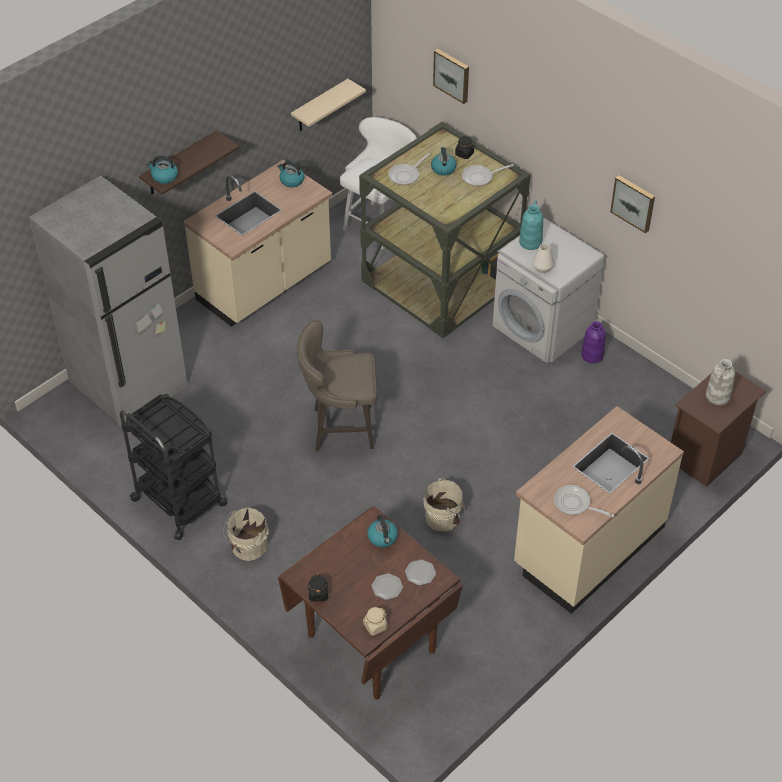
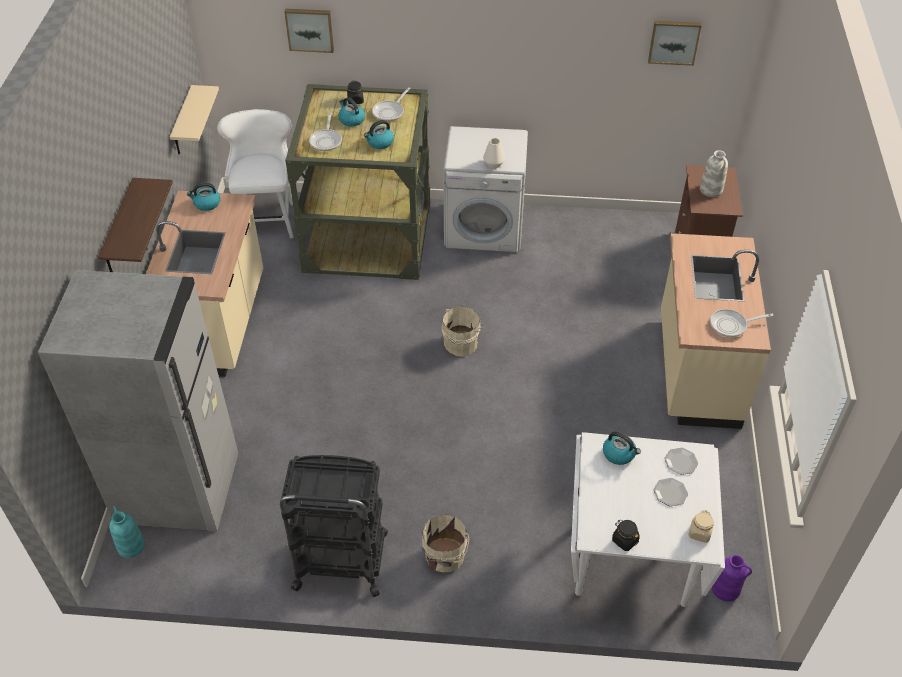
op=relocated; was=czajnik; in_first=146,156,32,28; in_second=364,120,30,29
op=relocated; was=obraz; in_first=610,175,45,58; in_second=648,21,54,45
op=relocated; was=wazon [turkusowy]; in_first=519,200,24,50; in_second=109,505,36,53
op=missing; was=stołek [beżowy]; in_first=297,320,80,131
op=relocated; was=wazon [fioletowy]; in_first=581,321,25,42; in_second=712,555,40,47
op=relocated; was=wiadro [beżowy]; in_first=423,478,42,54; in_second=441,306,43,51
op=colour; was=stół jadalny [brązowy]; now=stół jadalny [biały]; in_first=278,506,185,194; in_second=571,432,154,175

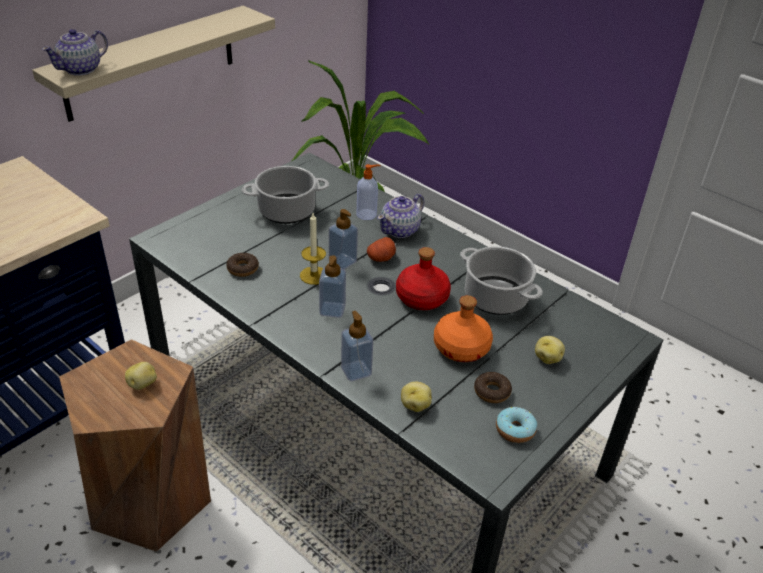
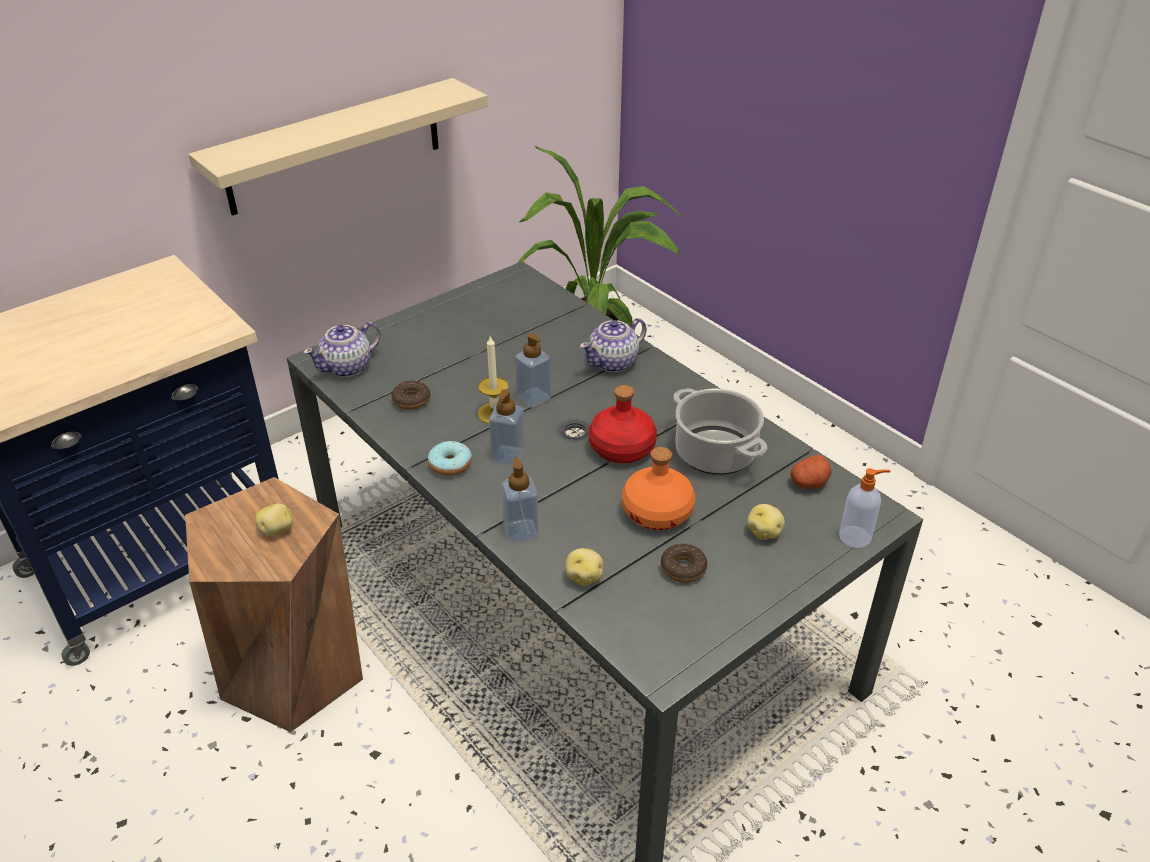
op=relocated; was=imbryk; in_first=42,29,66,47; in_second=304,322,77,55
op=relocated; was=dozownik mydła; in_first=357,164,24,56; in_second=839,468,51,80
op=missing; was=garnek; in_first=242,166,87,58
op=relocated; was=ziemniak; in_first=367,237,29,25; in_second=790,454,41,35
op=relocated; was=donut; in_first=496,407,41,36; in_second=428,441,44,35

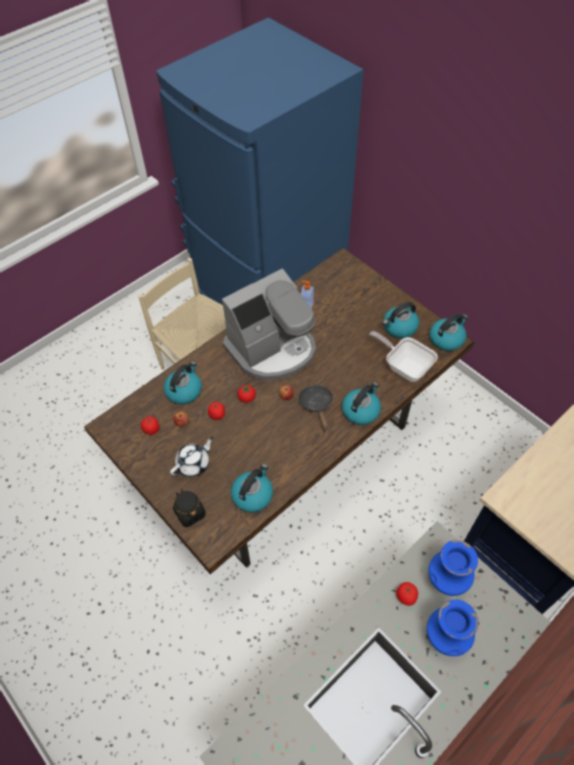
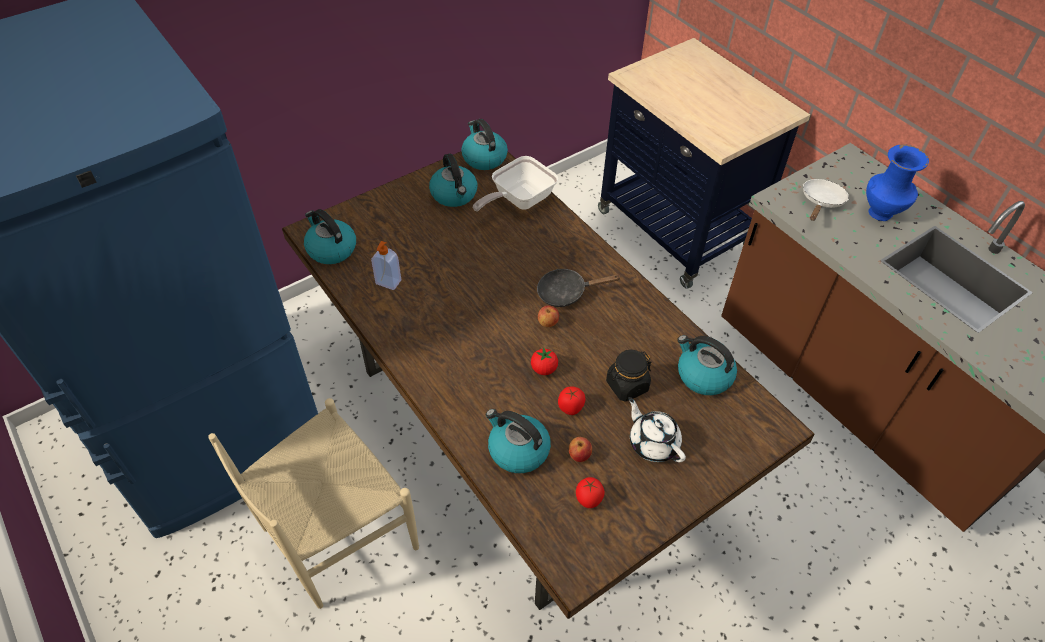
op=missing; was=ekspres do kawy; in_first=222,268,94,113
op=relocated; was=czajnik; in_first=342,382,39,43; in_second=304,209,52,55
op=relocated; was=słoik [czarny]; in_first=173,489,33,38; in_second=606,350,45,52
op=exchanged; was=wazon [niebieski]; now=patelnia [biały]; in_first=428,540,50,56; in_second=803,179,46,42
op=missing; was=pomidor; in_first=396,582,22,24

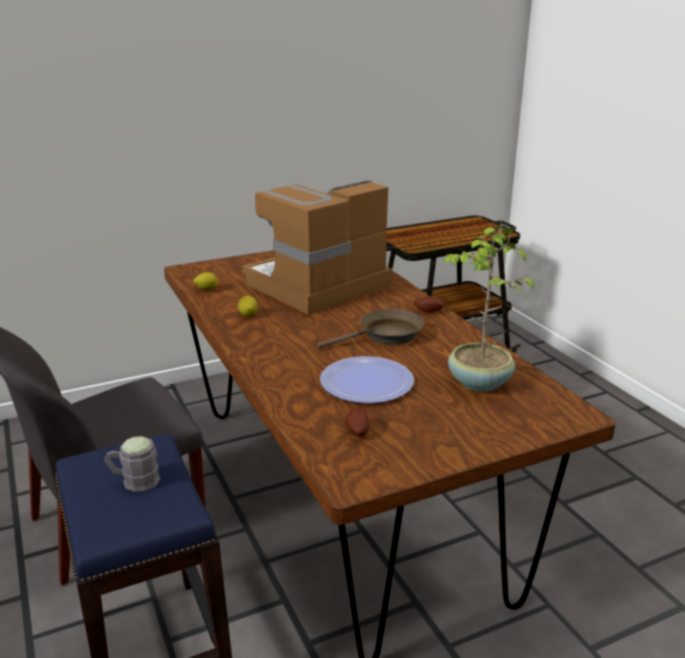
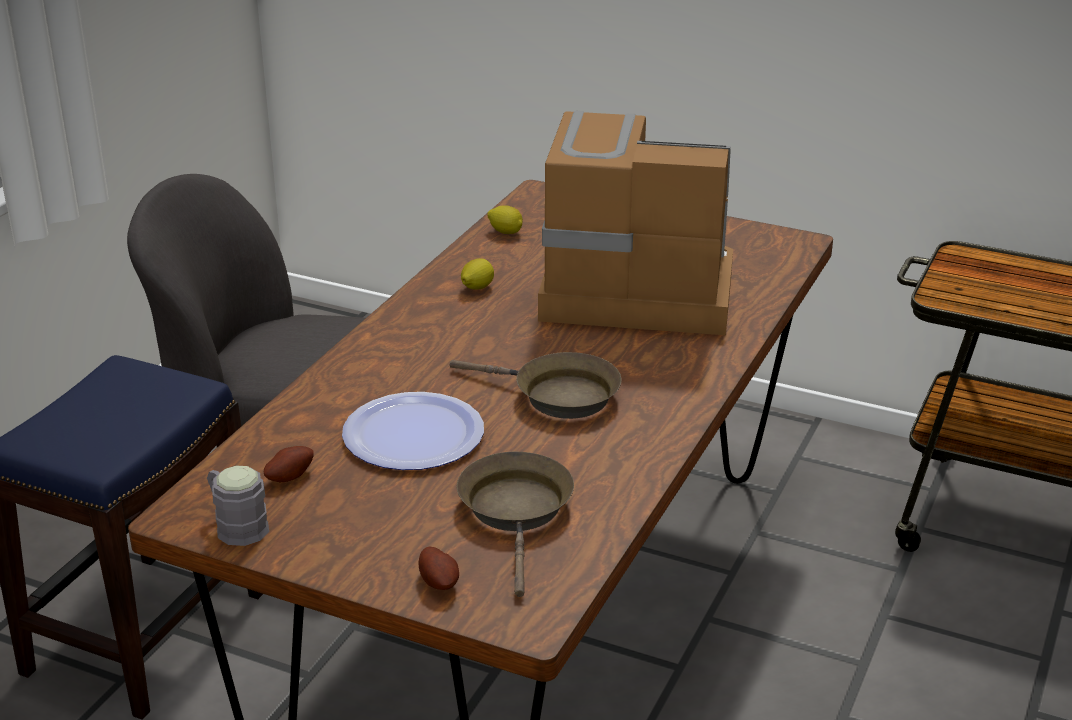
op=exchanged; was=roślina doniczkowa; now=patelnia [brązowy]; in_first=442,224,92,168; in_second=457,451,117,146
op=relocated; was=ziemniak; in_first=414,296,31,17; in_second=418,546,41,44
op=relocated; was=kubek [szary]; in_first=104,436,56,56; in_second=207,466,62,80

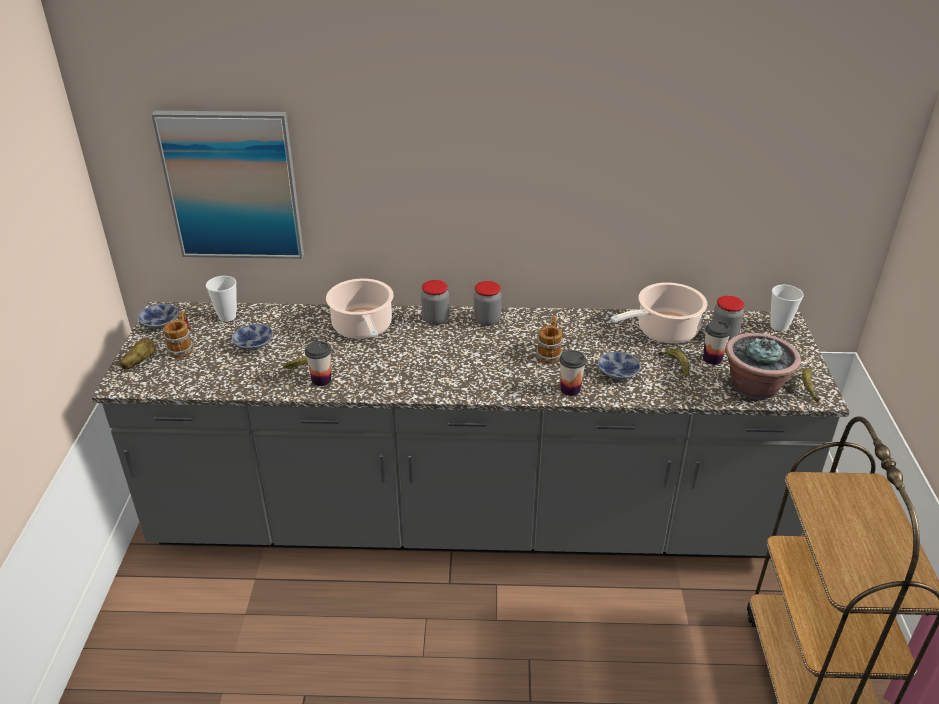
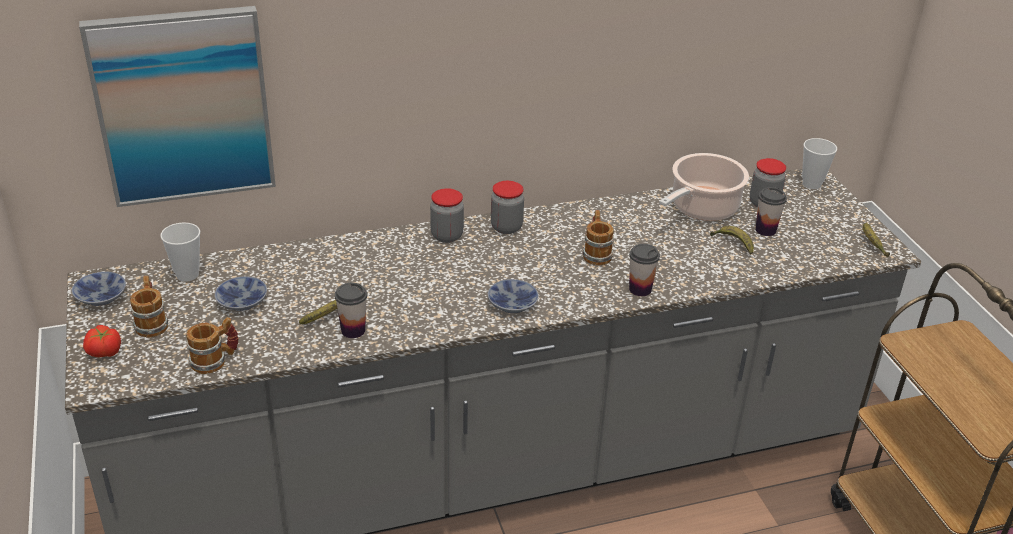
op=missing; was=garnek; in_first=326,279,68,60
op=missing; was=roślina doniczkowa; in_first=725,333,76,67
op=exchanged; was=ziemniak; now=pomidor; in_first=120,339,35,30; in_second=83,325,38,32
op=relocated; was=miska; in_first=598,352,43,28; in_second=488,279,51,34
op=appeared; now=kubek; in_second=186,317,52,57

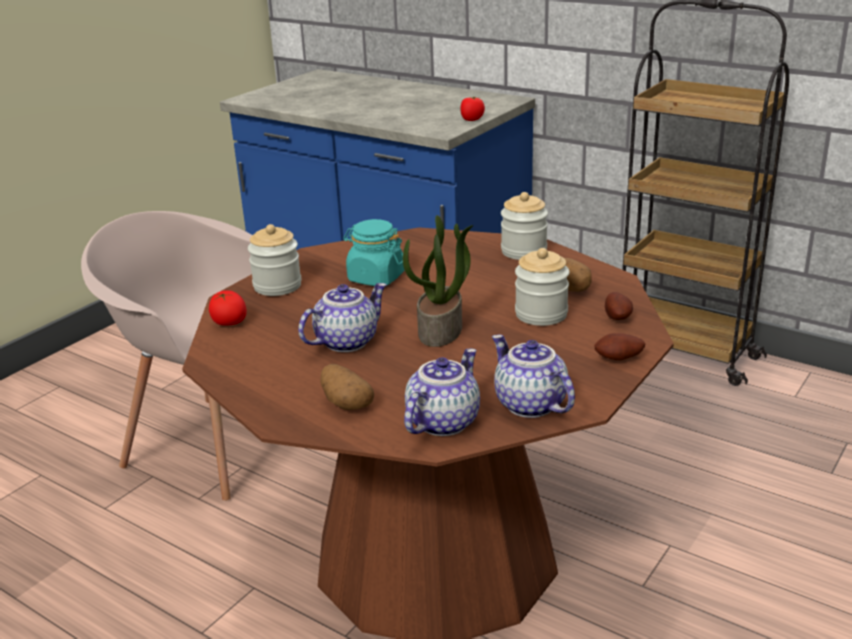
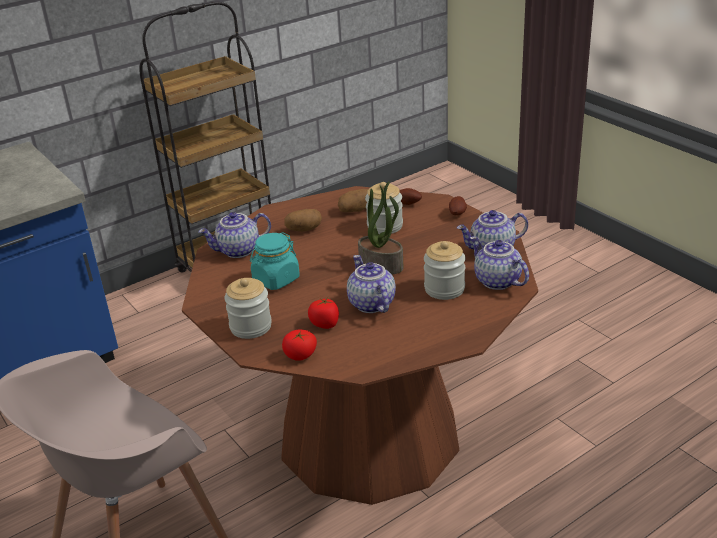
op=relocated; was=pomidor; in_first=460,97,25,24; in_second=308,297,31,32
op=relocated; was=słoik; in_first=501,192,47,68; in_second=424,241,42,59
op=relocated; was=ziemniak; in_first=320,364,54,46; in_second=284,209,38,23
op=appeared; now=imbryk; in_second=198,212,73,46

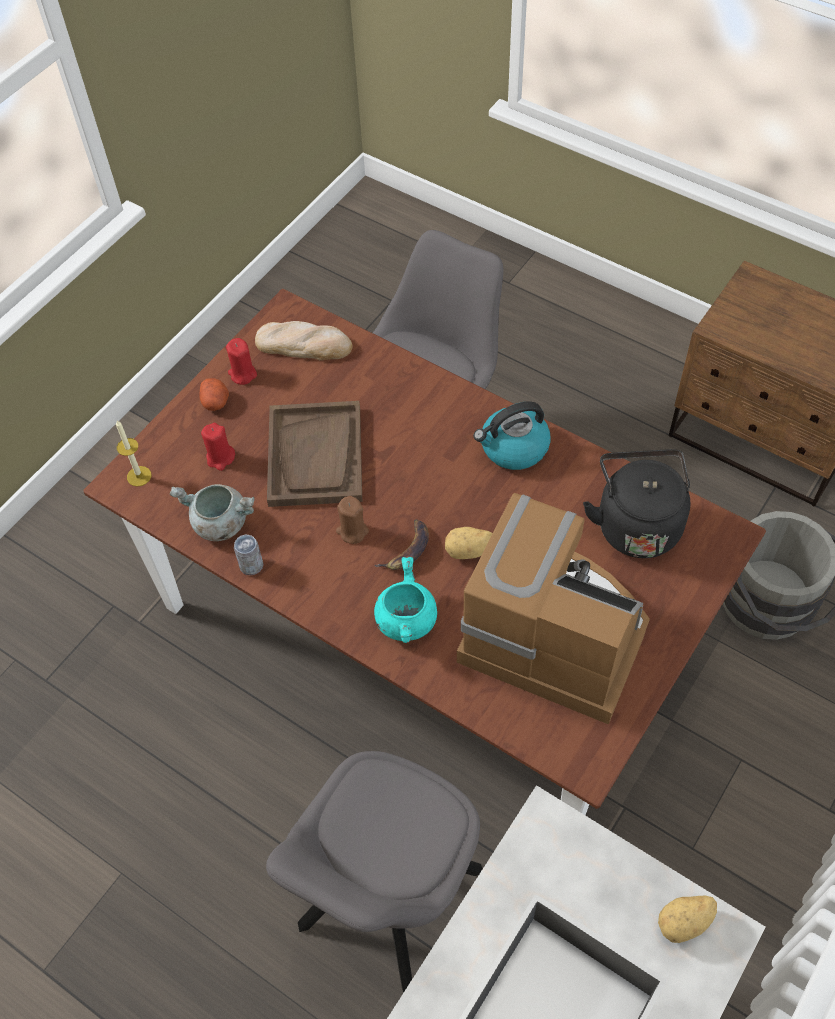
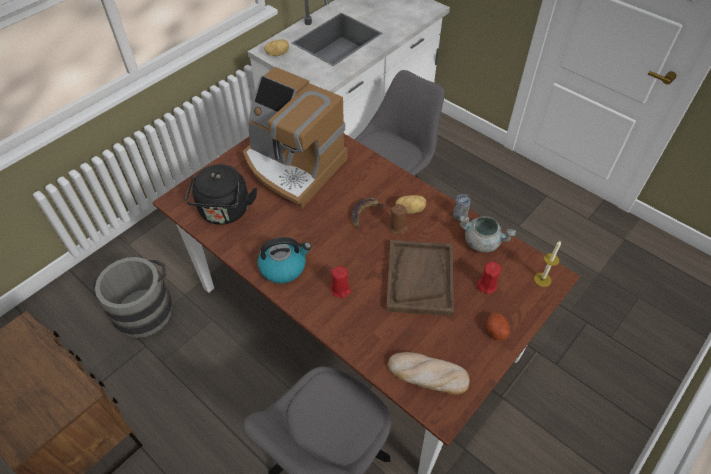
op=relocated; was=świeca [czerwony]; in_first=226,338,31,47; in_second=330,266,22,32
op=relocated; was=ziemniak; in_first=445,527,48,32; in_second=395,195,31,19
op=missing; was=garnek [turkusowy]; in_first=374,557,63,86

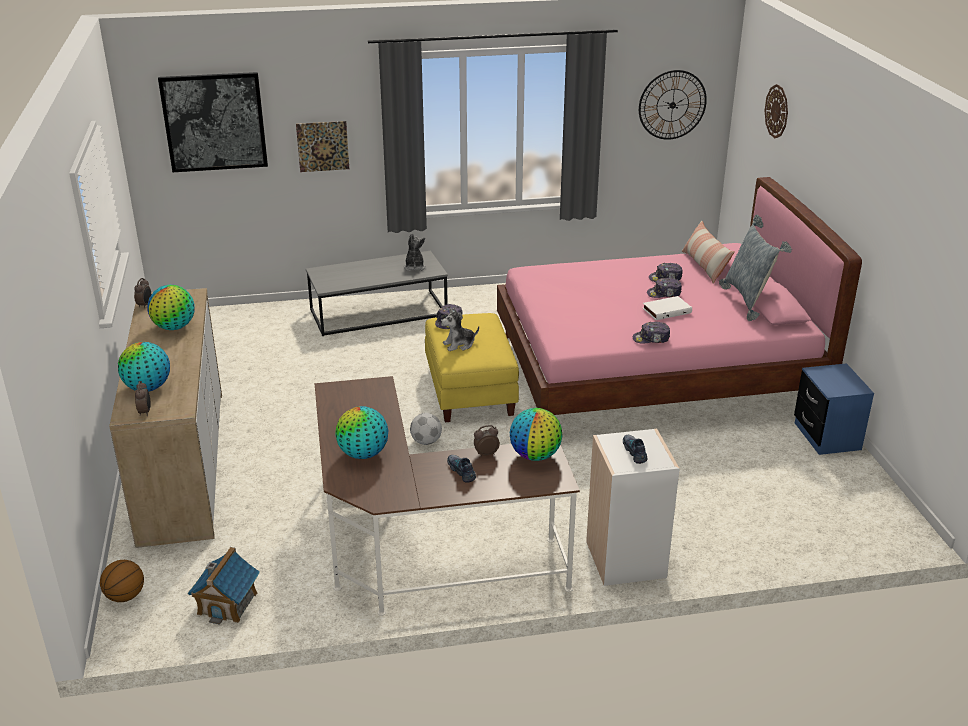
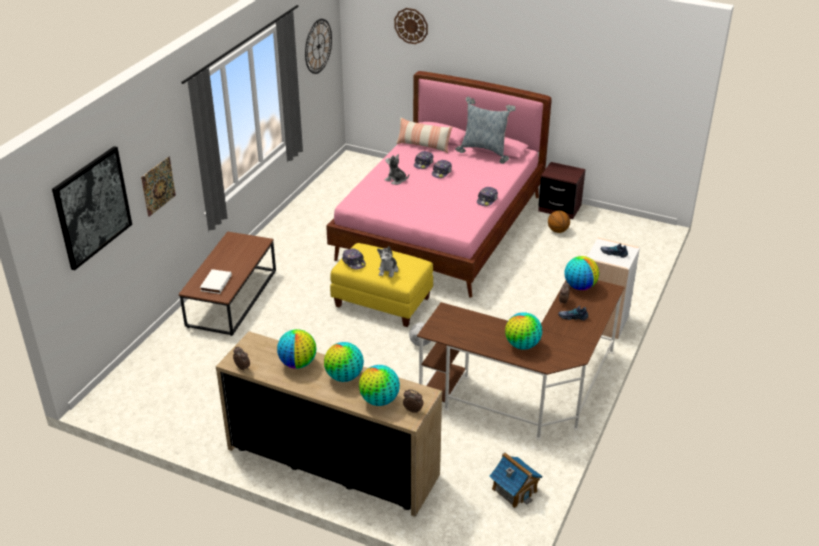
op=relocated; was=pluszak; in_first=404,233,22,38; in_second=385,154,24,31
op=colour; was=ława [szary]; now=ława [brązowy]; in_first=306,251,142,85; in_second=179,231,97,105
op=relocated; was=książka [biały]; in_first=643,296,49,24; in_second=200,269,32,25
op=colour; was=szafka nocna [niebieski]; now=szafka nocna [brązowy]; in_first=794,363,80,92; in_second=538,162,48,57
op=relocated; was=piłka do koszykówki; in_first=100,560,44,42; in_second=548,211,22,22
op=appeared; now=globus; in_second=324,342,40,40

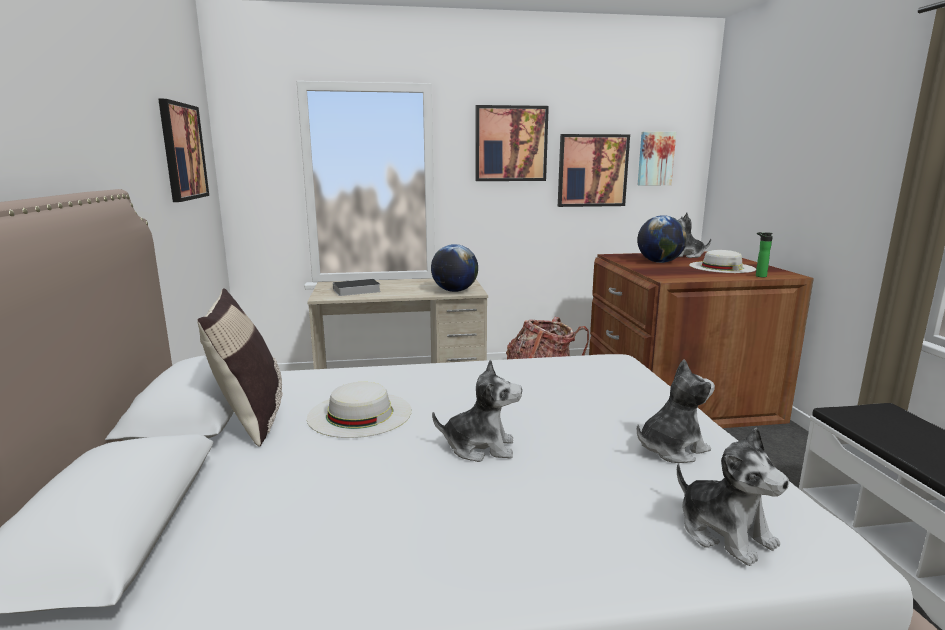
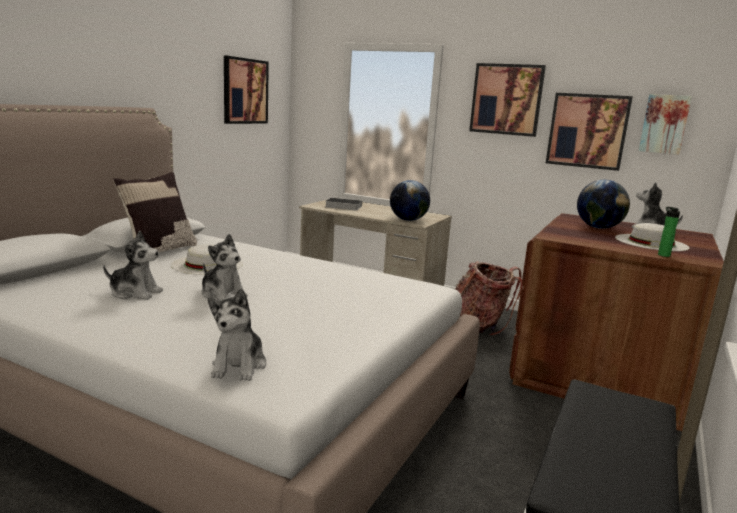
op=relocated; was=pluszak; in_first=637,359,78,104; in_second=103,231,60,69

